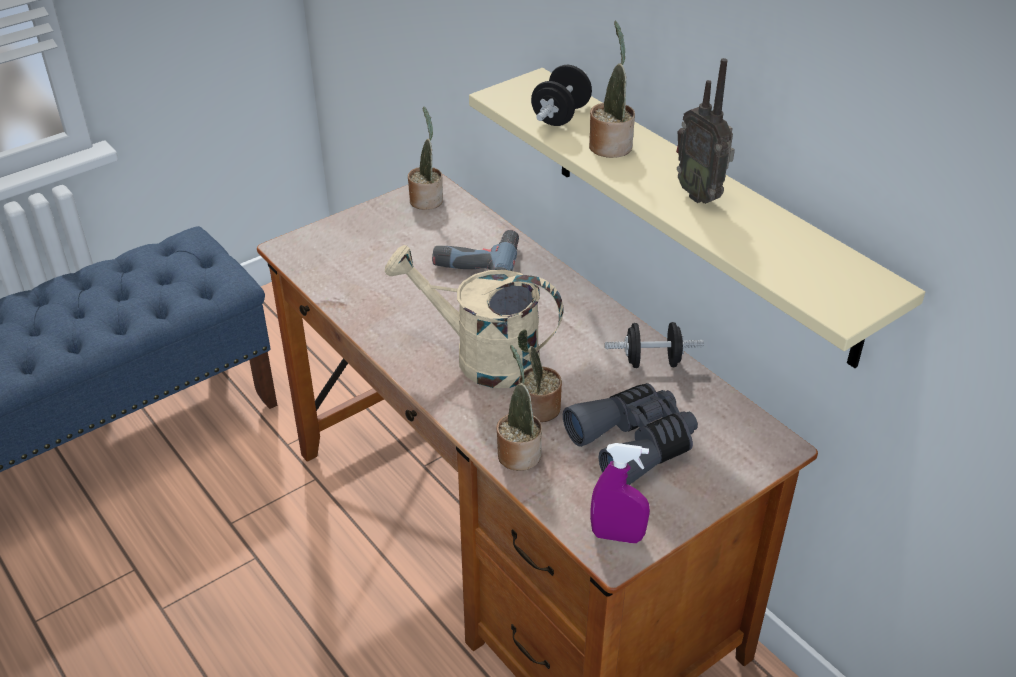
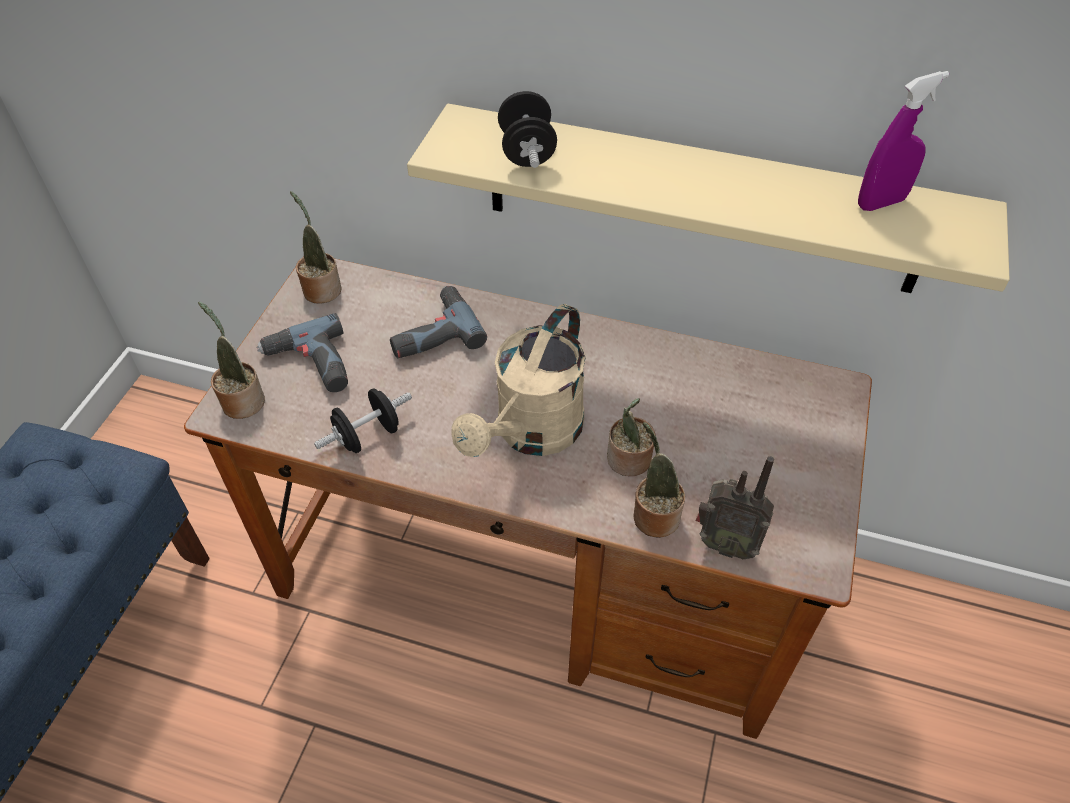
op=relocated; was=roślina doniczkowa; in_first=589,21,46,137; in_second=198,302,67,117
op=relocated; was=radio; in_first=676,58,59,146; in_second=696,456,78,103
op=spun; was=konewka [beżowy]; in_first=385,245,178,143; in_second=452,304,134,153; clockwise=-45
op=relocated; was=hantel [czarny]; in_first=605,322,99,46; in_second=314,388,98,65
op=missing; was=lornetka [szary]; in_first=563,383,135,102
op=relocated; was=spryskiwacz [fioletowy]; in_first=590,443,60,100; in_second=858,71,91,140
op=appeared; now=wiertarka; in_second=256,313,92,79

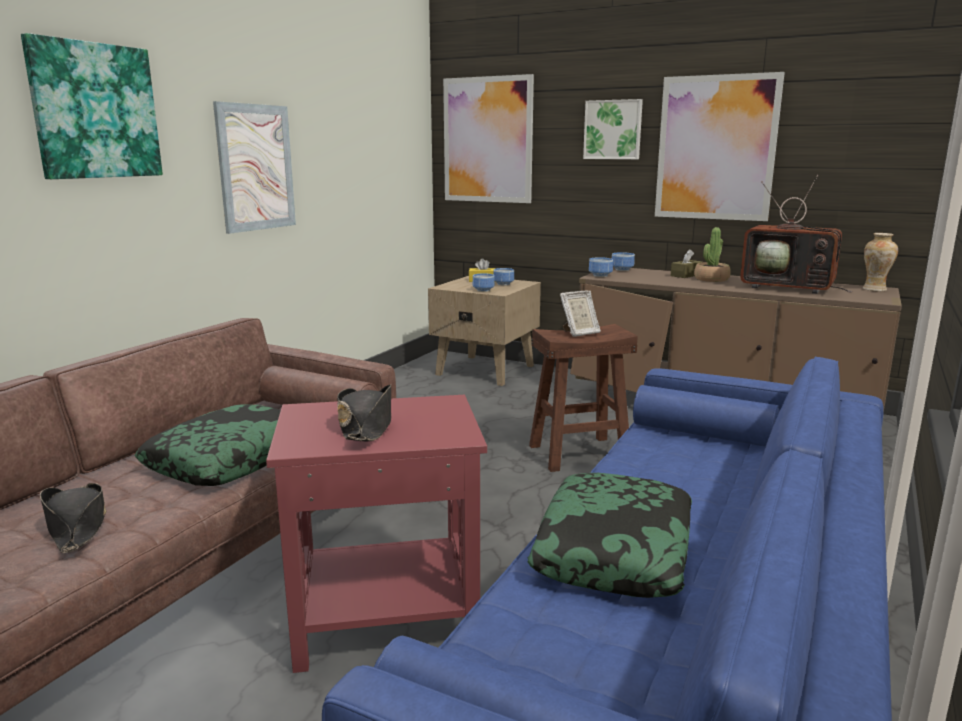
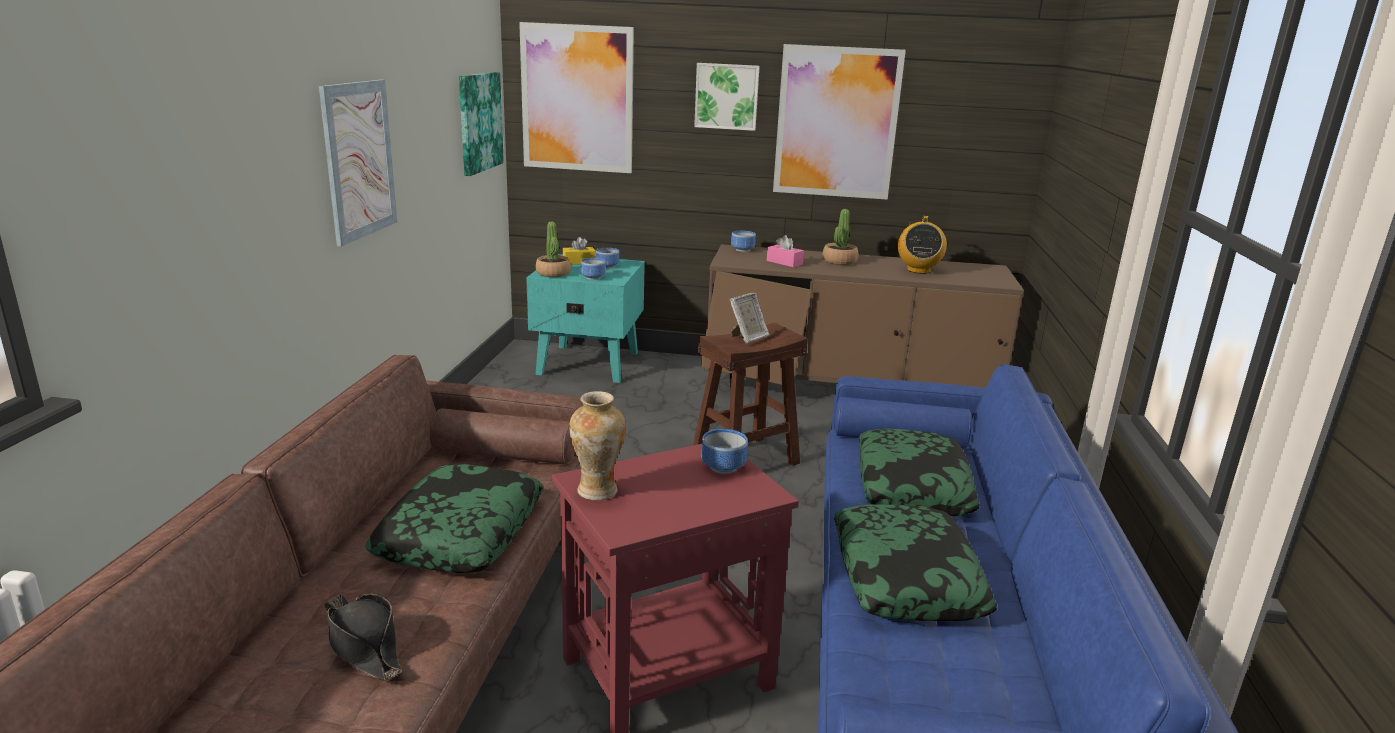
op=relocated; was=obraz; in_first=21,33,142,146; in_second=459,72,45,104
op=exchanged; was=telewizor; now=radio; in_first=740,174,112,120; in_second=898,216,49,58
op=relocated; was=wazon; in_first=863,233,35,59; in_second=569,391,57,110
op=missing; was=pudełko chusteczek [brązowy]; in_first=671,249,31,29
op=relocated; was=miska; in_first=589,257,24,20; in_second=701,429,47,45
op=colour; was=szafka nocna [beżowy]; now=szafka nocna [turkusowy]; in_first=428,276,113,110; in_second=526,254,119,129
op=missing; was=kapelusz [czarny]; in_first=337,385,54,56
op=appeared; now=roślina doniczkowa; in_second=536,221,35,56
op=appeared; now=pudełko chusteczek [różowy]; in_second=767,235,37,32
op=appeared; now=poduszka; in_second=858,428,122,88

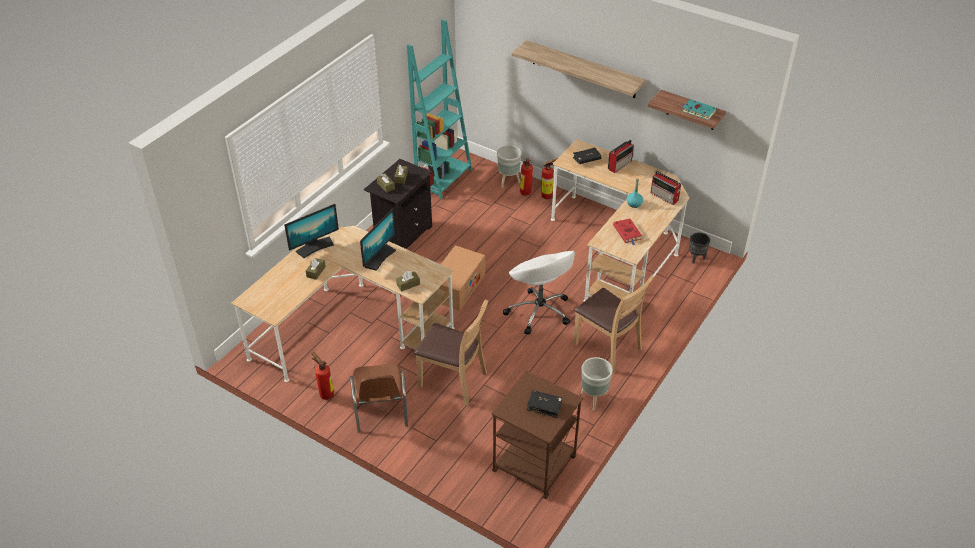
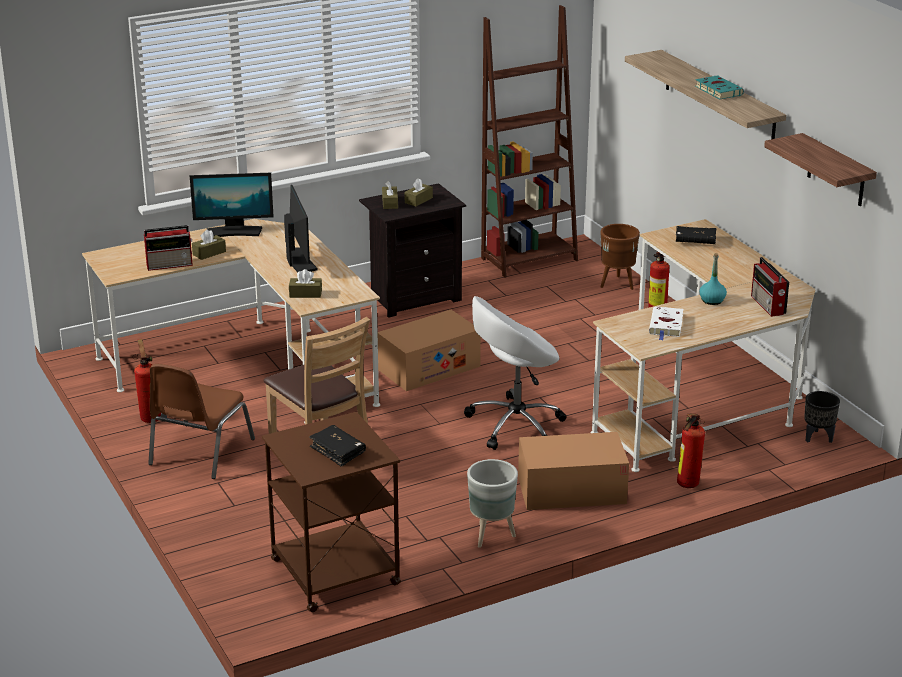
op=colour; was=regał [turkusowy]; now=regał [brązowy]; in_first=407,19,65,180; in_second=481,5,97,273
op=relocated; was=książka [turkusowy]; in_first=681,99,36,21; in_second=695,75,49,24
op=relocated; was=radio; in_first=608,140,26,33; in_second=144,225,49,46
op=colour; was=donica [szary]; now=donica [brązowy]; in_first=497,145,25,43; in_second=601,224,39,66
op=relocated; was=gaśnica; in_first=520,158,13,38; in_second=677,414,28,74
op=spun; was=monitor; in_first=360,209,36,62; in_second=284,185,33,87; clockwise=-75
op=colour; was=książka [czerwony]; now=książka [biały]; in_first=613,219,29,27; in_second=649,306,34,34
op=spun; was=krzesło biurowe [biały]; in_first=503,251,72,83; in_second=464,296,103,154; clockwise=60
op=exchanged; was=krzesło [brązowy]; now=karton; in_first=573,275,81,98; in_second=518,432,111,78

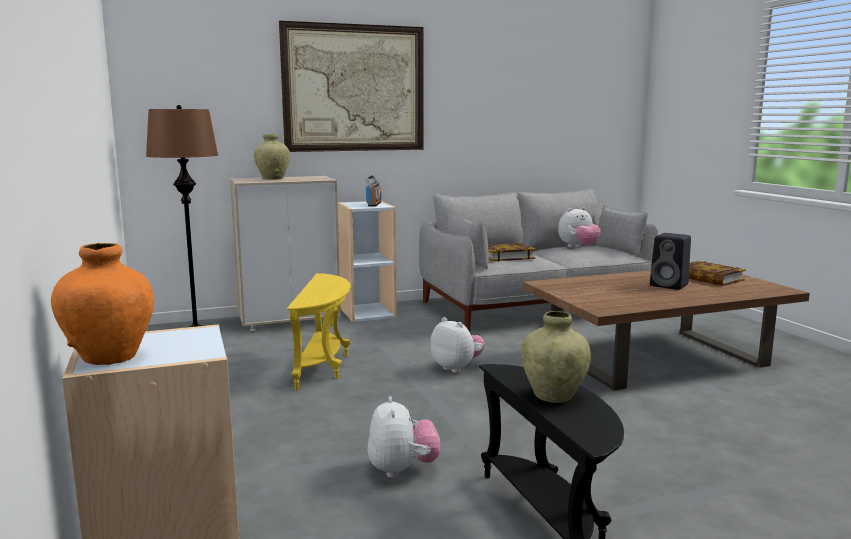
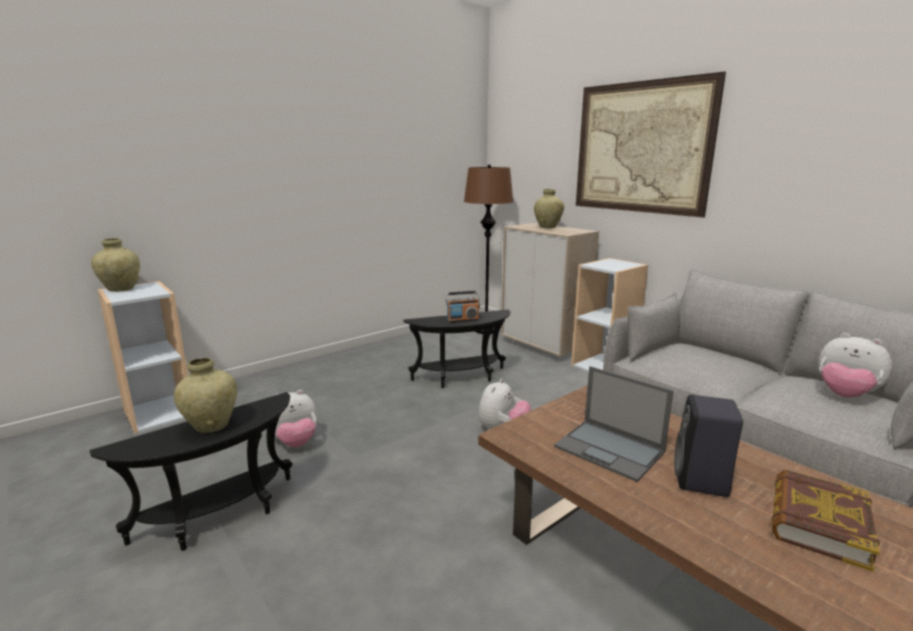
op=relocated; was=radio; in_first=365,175,17,31; in_second=445,291,35,32
op=colour; was=wazon [pomarańczowy]; now=wazon [beżowy]; in_first=51,243,103,122; in_second=91,238,49,54
op=missing; was=książka; in_first=488,243,48,18
op=colour; was=stolik [żółty]; now=stolik [czarny]; in_first=287,273,64,117; in_second=403,309,108,79
op=appeared; now=laptop; in_second=554,366,120,116

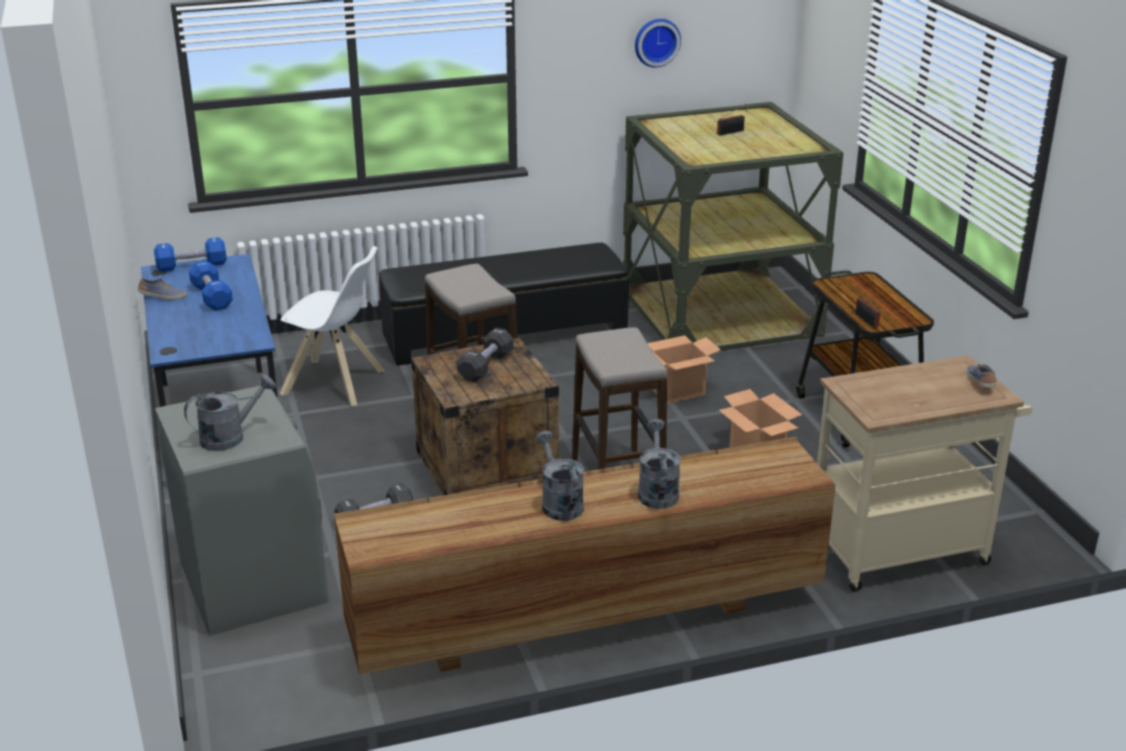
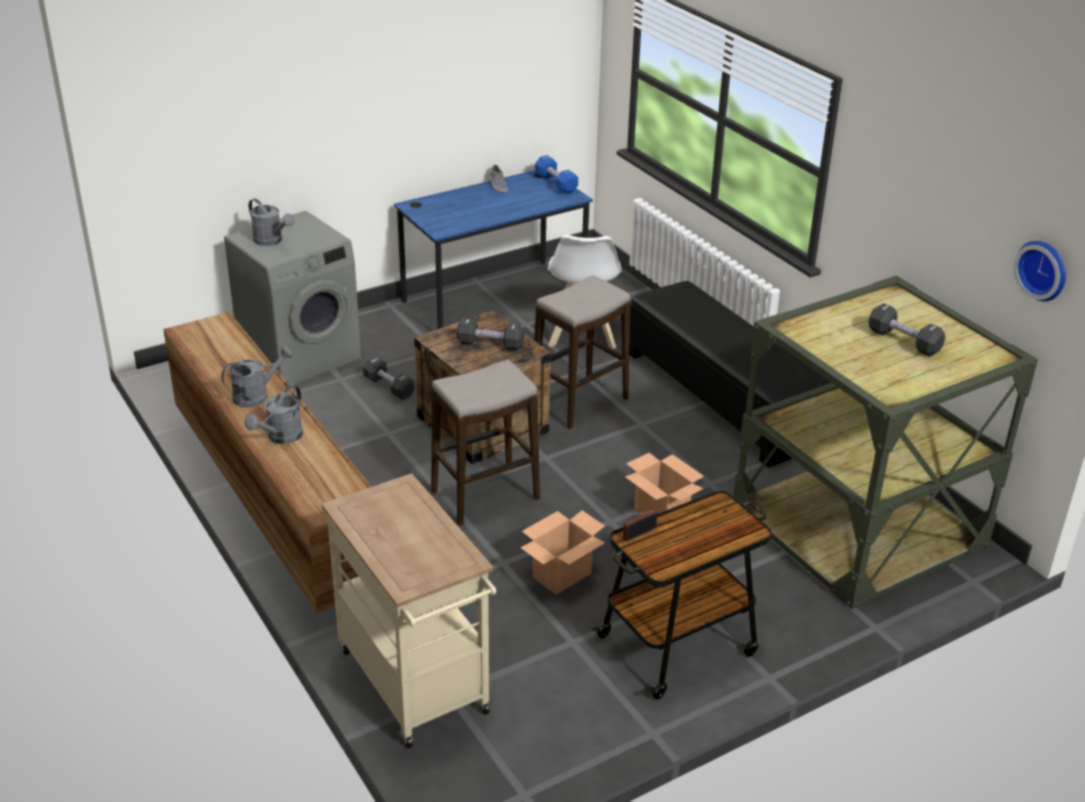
op=relocated; was=zegar ścienny; in_first=635,19,46,49; in_second=1014,241,52,60
op=exchanged; was=radio; now=hantel [czarny]; in_first=717,105,28,31; in_second=869,303,76,54
op=missing; was=hantel [niebieski]; in_first=189,261,44,50
op=missing; was=but; in_first=966,364,31,24
op=spun; was=konewka [szary]; in_first=638,419,43,90; in_second=245,385,58,59; clockwise=135

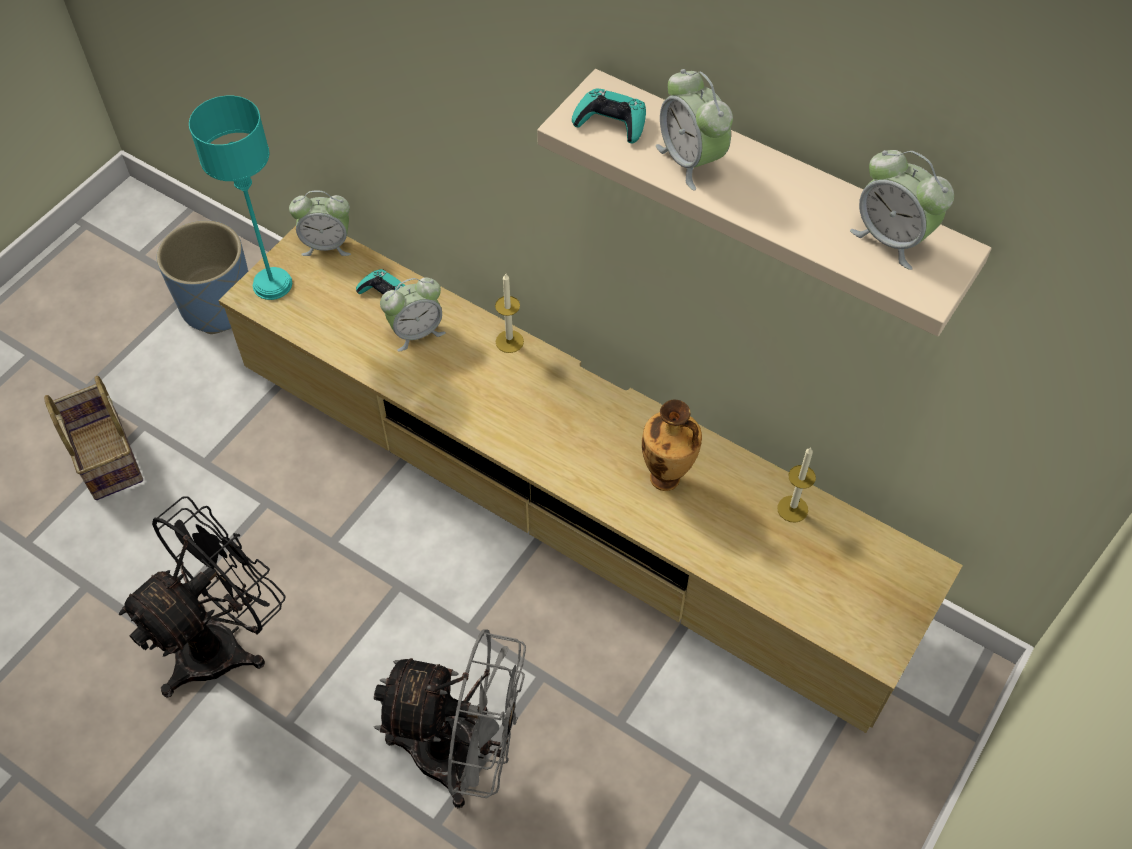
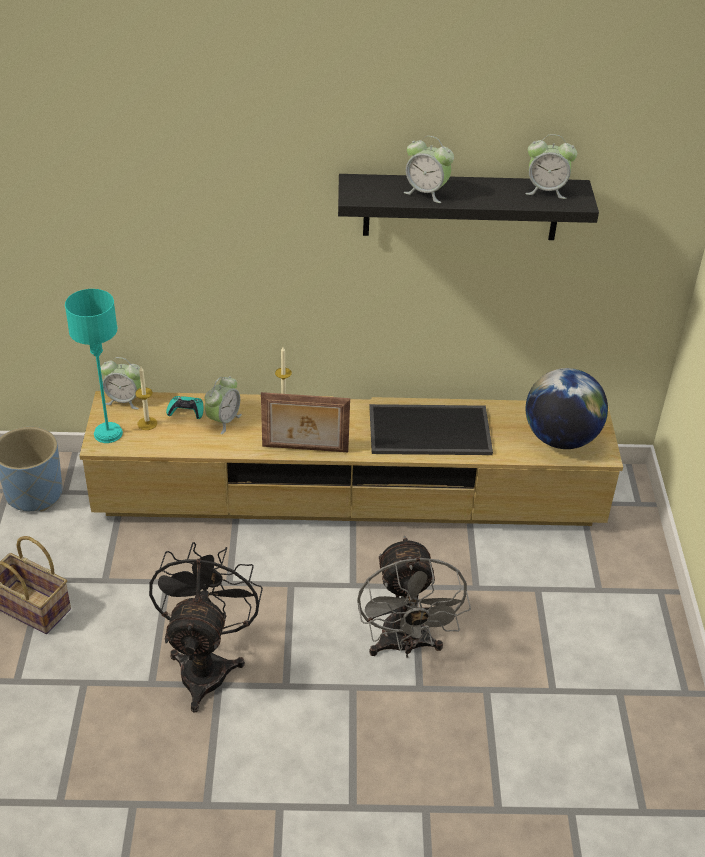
op=colour; was=półka [beżowy]; now=półka [czarny]; in_first=537,69,455,267; in_second=338,174,261,66
op=missing; was=pad do gier [turkusowy]; in_first=572,88,74,55
op=spun; was=budzik; in_first=289,190,62,66; in_second=101,357,40,52; clockwise=45
op=exchanged; was=wazon; now=taca; in_first=642,399,60,92; in_second=369,404,124,51
op=relocated; was=świeca; in_first=778,447,38,75; in_second=135,367,22,63
op=spun; was=wentylator [szary]; in_first=374,629,152,179; in_second=357,536,114,122; clockwise=105
op=appeared; now=globus; in_second=526,368,82,81
op=appeared; now=ramka na zdjęcie; in_second=261,392,89,60

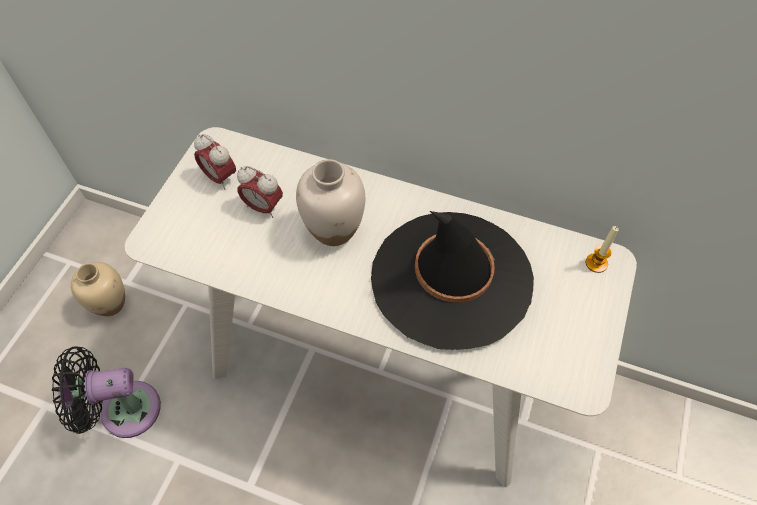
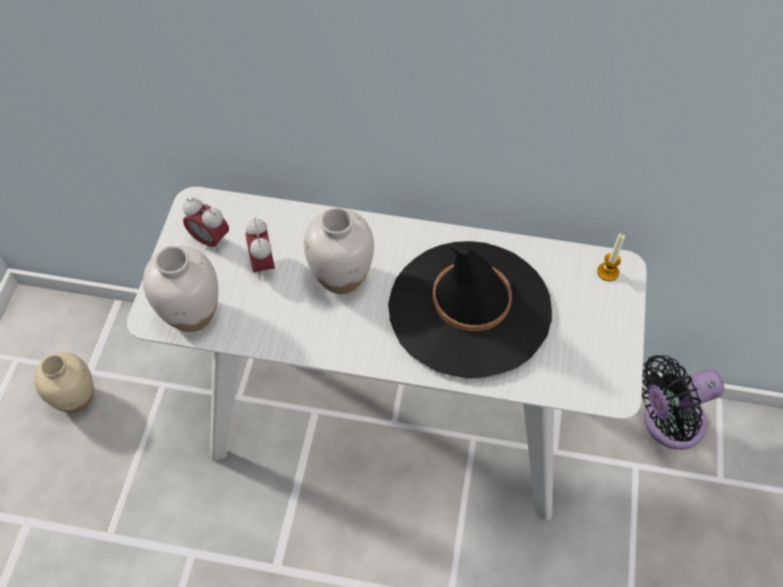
op=spun; was=budzik; in_first=237,166,46,52; in_second=245,218,30,61; clockwise=60
op=relocated; was=wentylator [czarny]; in_first=52,346,109,92; in_second=642,355,82,95
op=appeared; now=wazon [biały]; in_second=143,246,75,86

